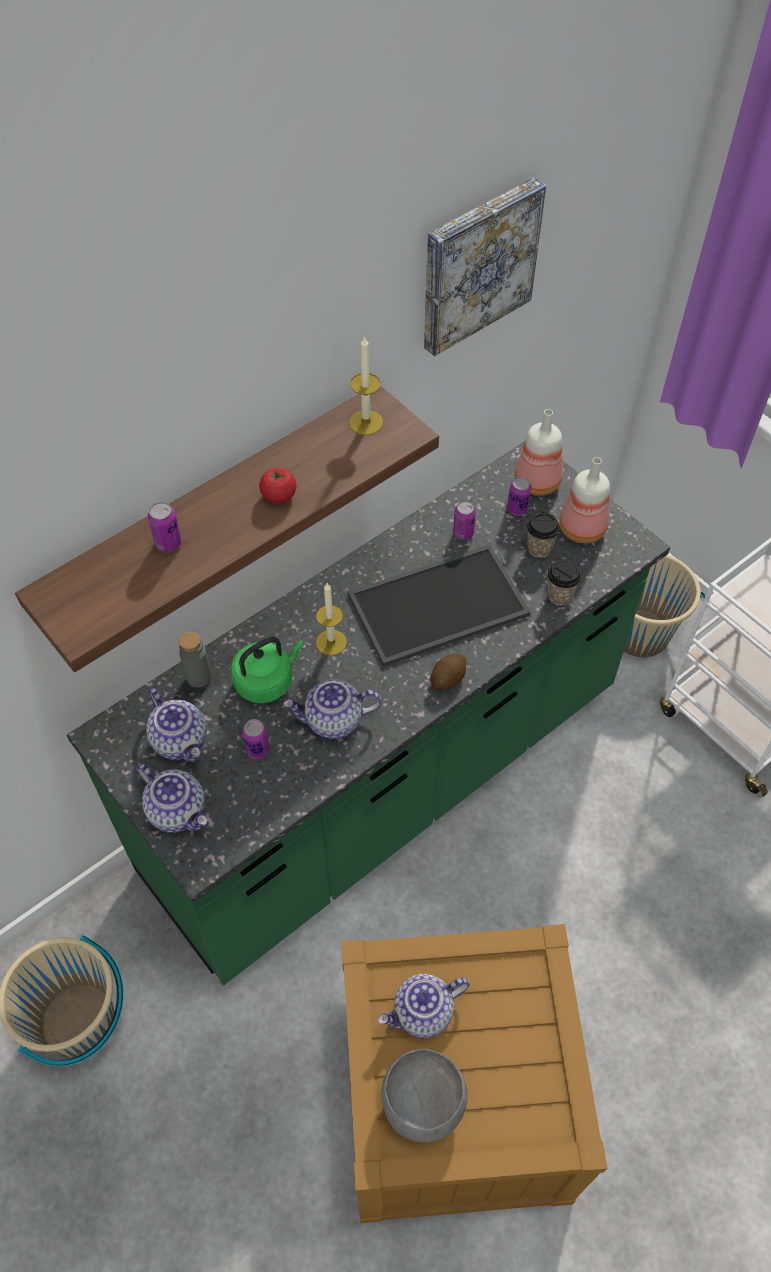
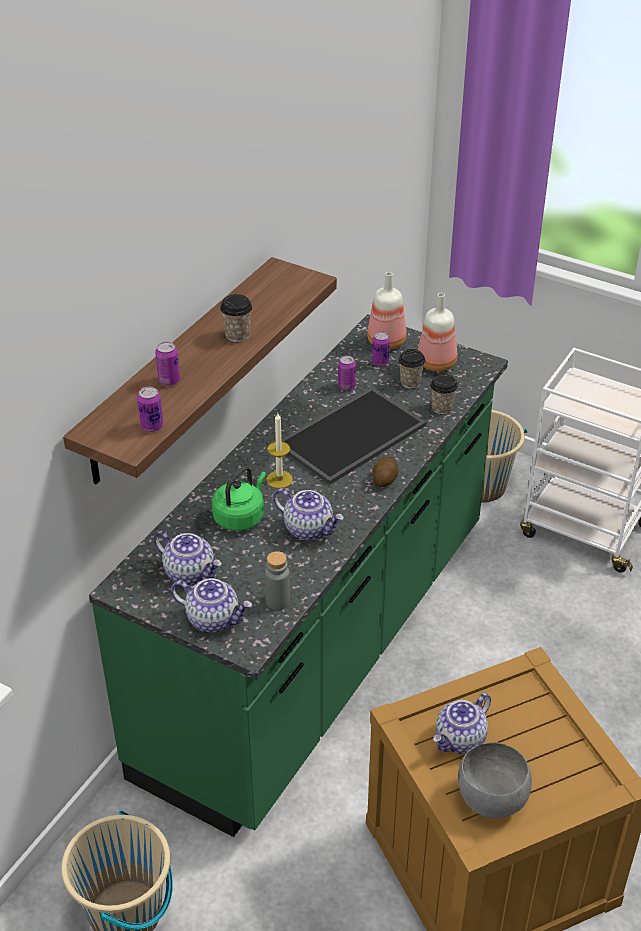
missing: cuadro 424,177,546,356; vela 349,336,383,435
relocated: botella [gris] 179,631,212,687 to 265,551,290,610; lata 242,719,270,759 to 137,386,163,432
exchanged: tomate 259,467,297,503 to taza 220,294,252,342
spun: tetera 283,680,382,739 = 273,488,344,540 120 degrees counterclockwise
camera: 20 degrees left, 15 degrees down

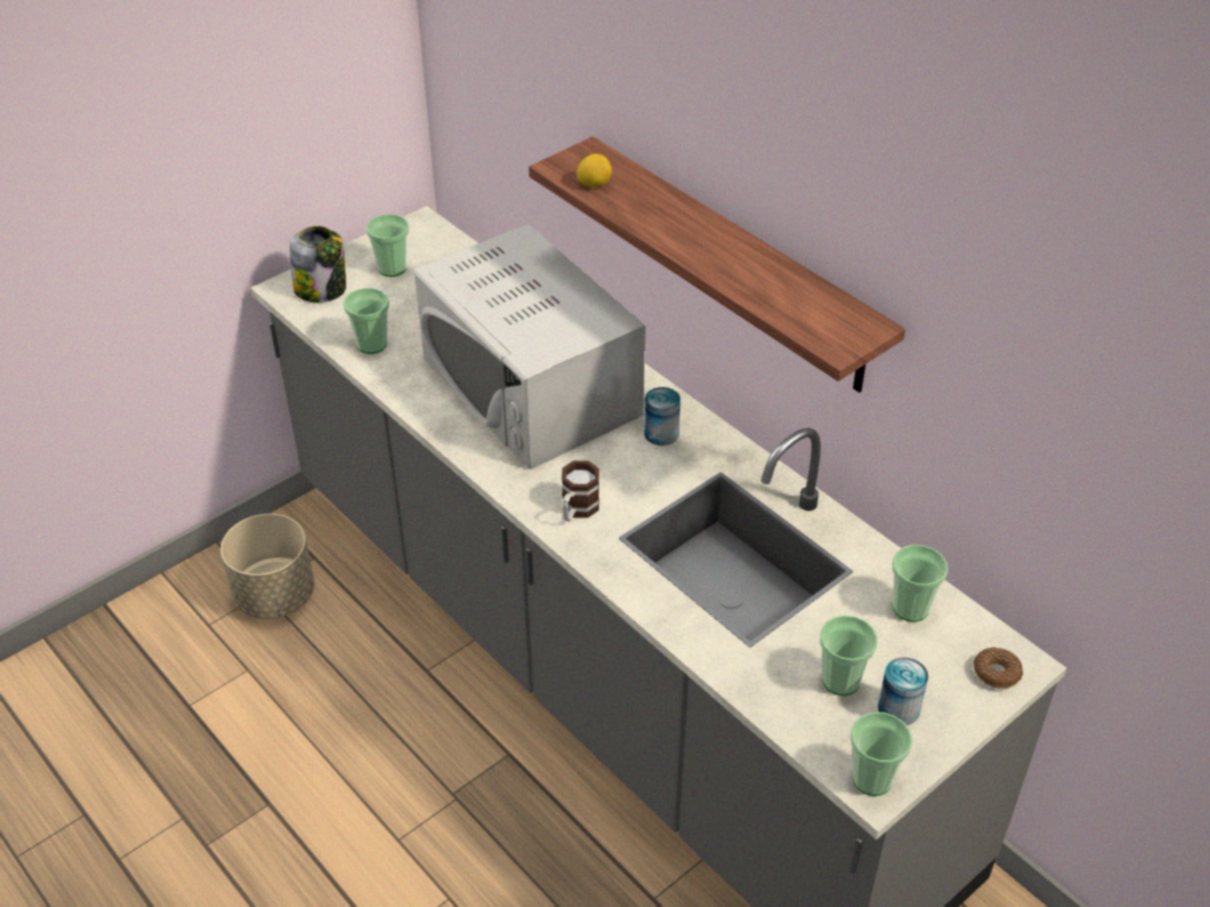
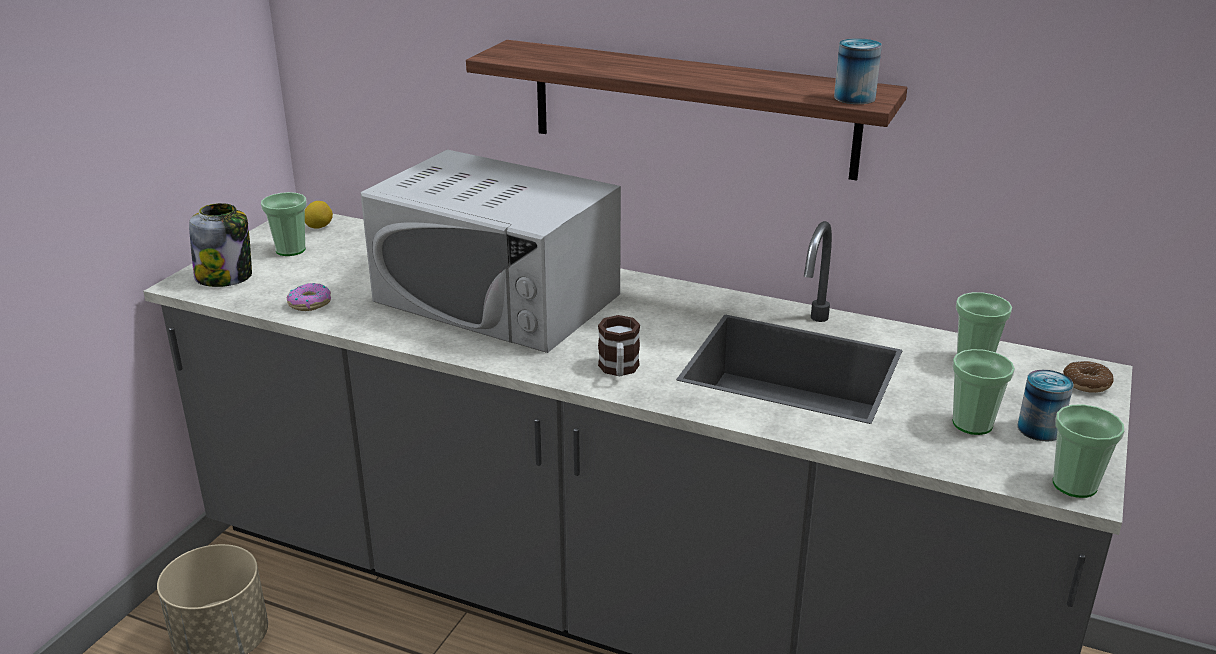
relocated: limón 577,154,612,187 to 305,201,333,229; lata 644,387,681,446 to 834,38,882,104
exchanged: taza 343,288,389,354 to rosquilla 287,283,331,311
camera: 25 degrees left, 15 degrees down

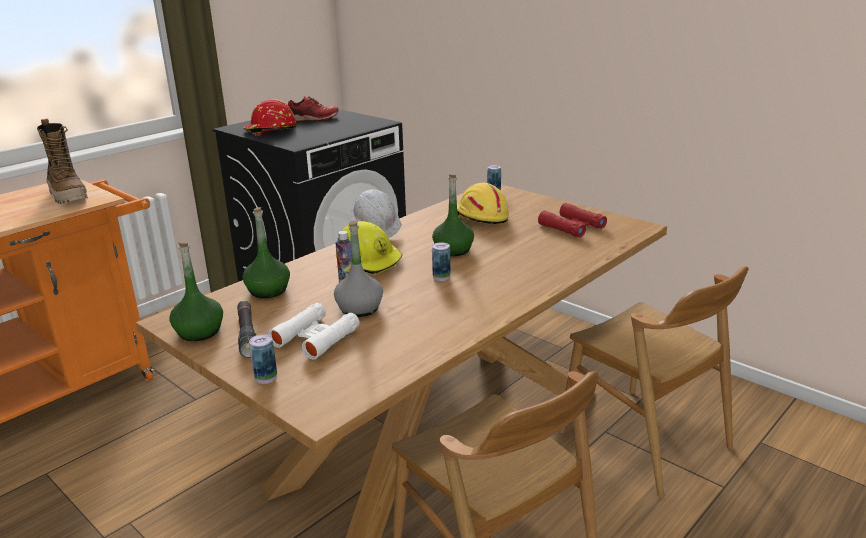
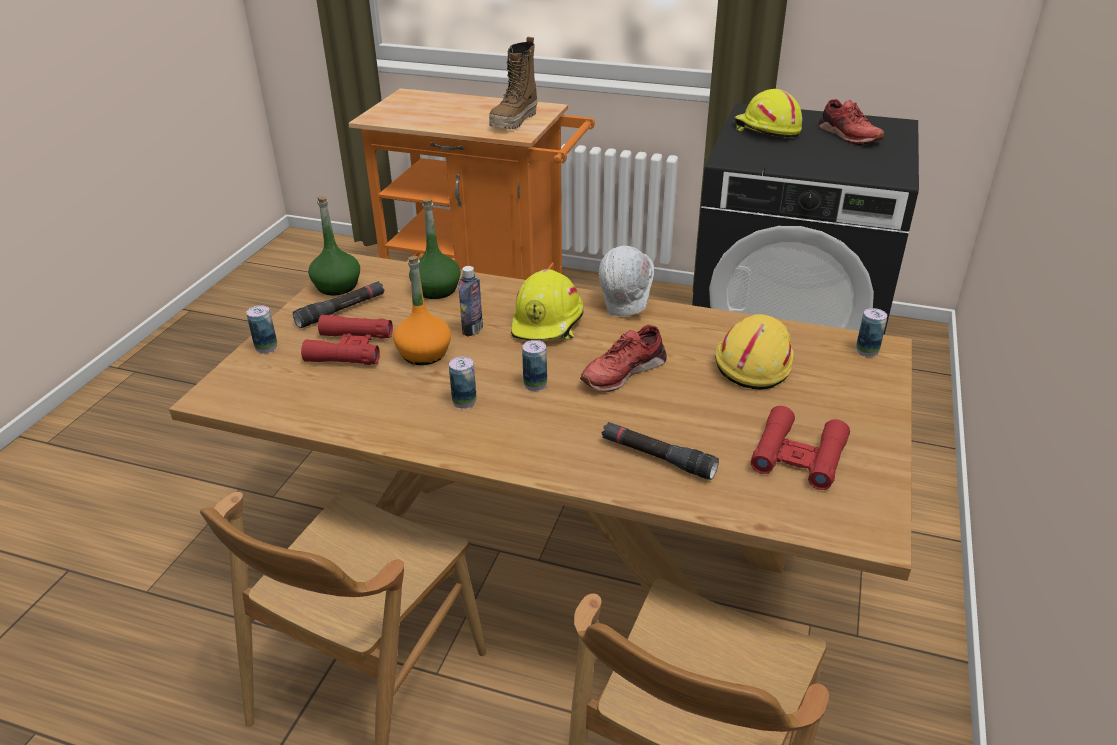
appeared: lata 449,357,477,409; linterna [negro] 602,422,719,480
exchanged: botella [verde] 432,174,474,256 to zapato [rojo] 580,325,667,392
colour: casco [rojo] 244,99,296,136 to casco [amarillo] 734,89,802,138; botella [gris] 334,221,383,317 to botella [naranja] 393,256,451,365; prismáticos [blanco] 268,303,360,359 to prismáticos [rojo] 301,315,393,365
camera: 65 degrees right, 10 degrees up

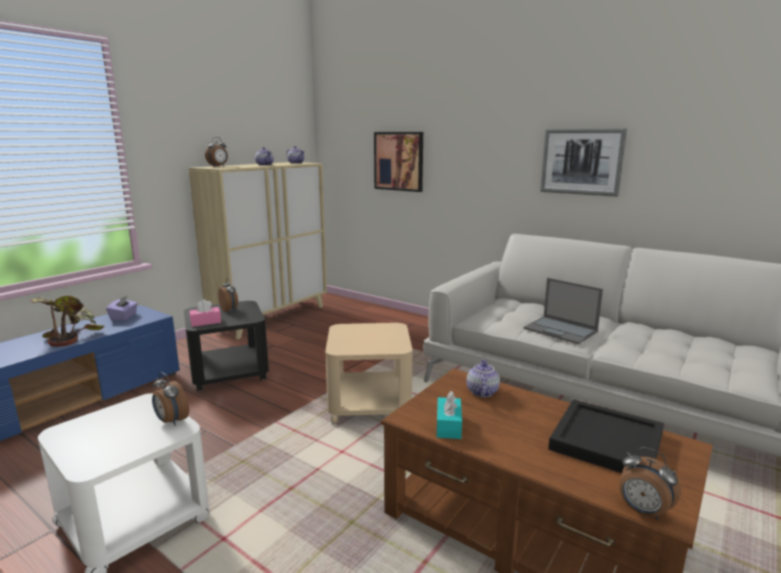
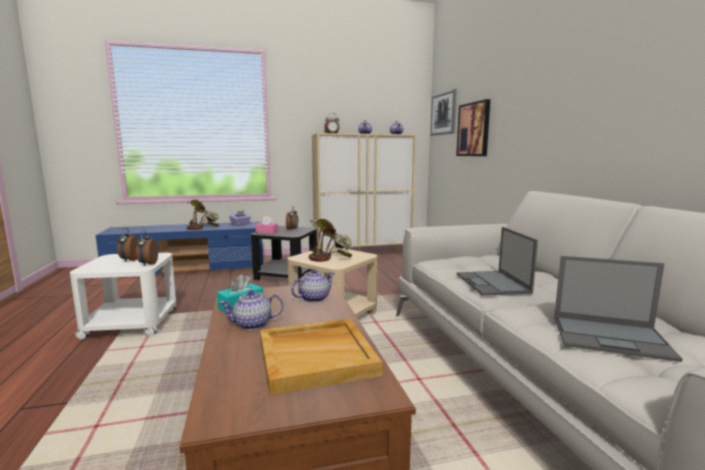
appeared: planta en maceta 308,219,352,262; portátil 554,256,682,362; tetera 219,290,283,330
relocated: cuadro 540,128,627,197 to 430,89,457,136; despertador 619,447,681,520 to 117,228,139,262
colour: bandeja [negro] 548,399,664,473 to bandeja [beis] 260,319,382,395
camera: 40 degrees right, 5 degrees down

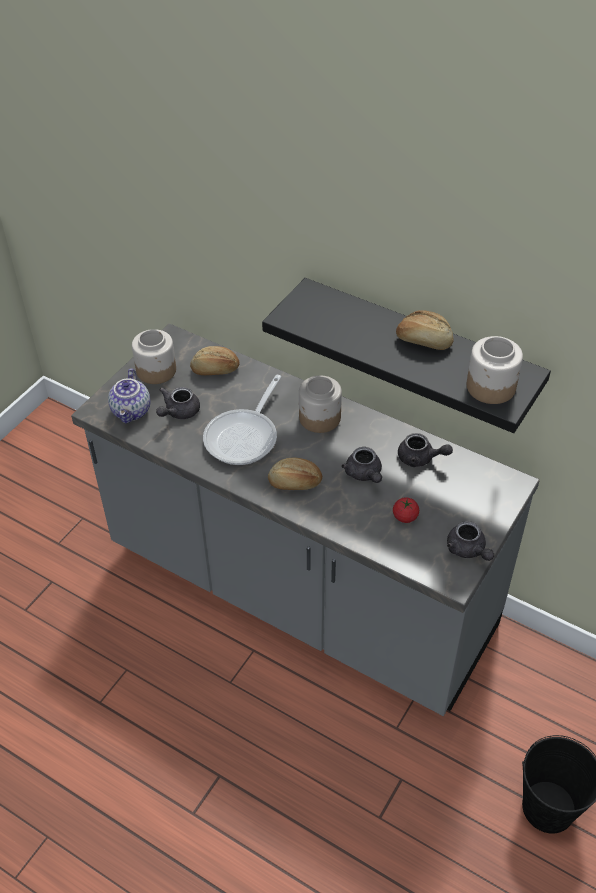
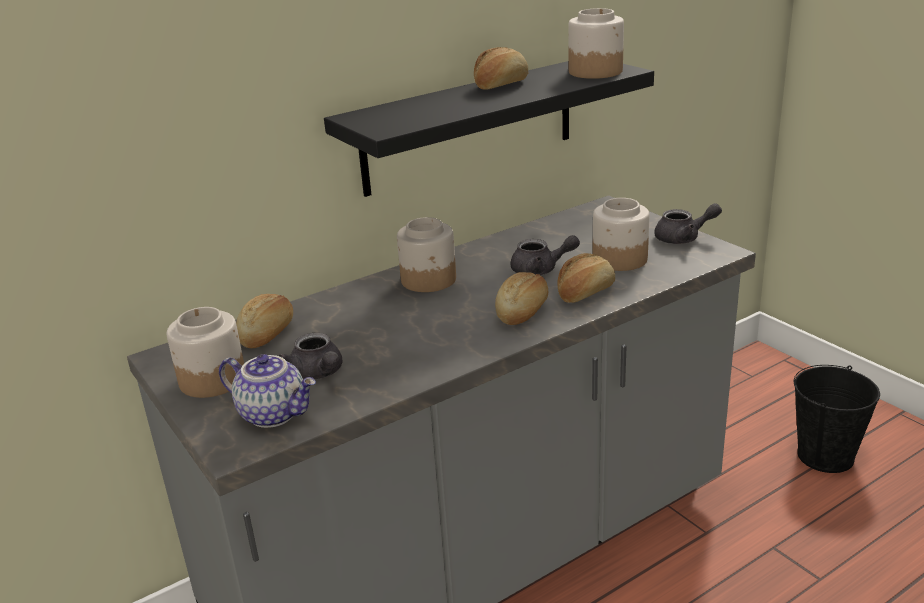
missing: sartén 203,375,281,465; tetera [gris] 398,433,453,467
appeared: pan 557,253,615,303
exchanged: tomate 393,497,419,523 to tarro 592,198,650,271
camera: 65 degrees left, 20 degrees down

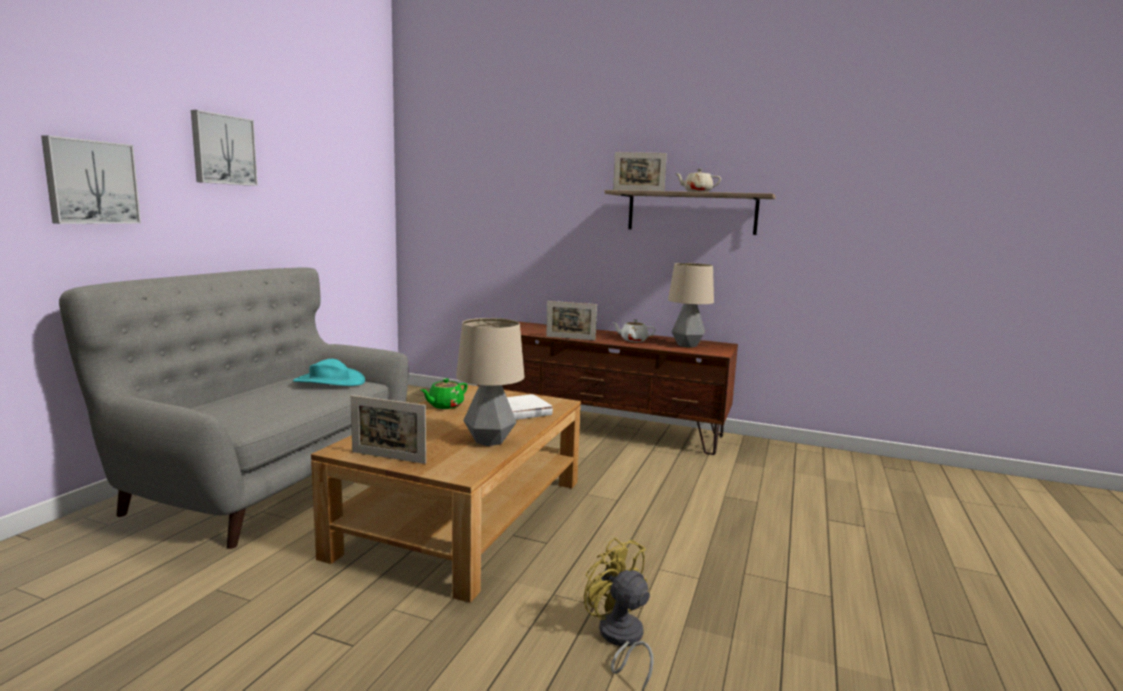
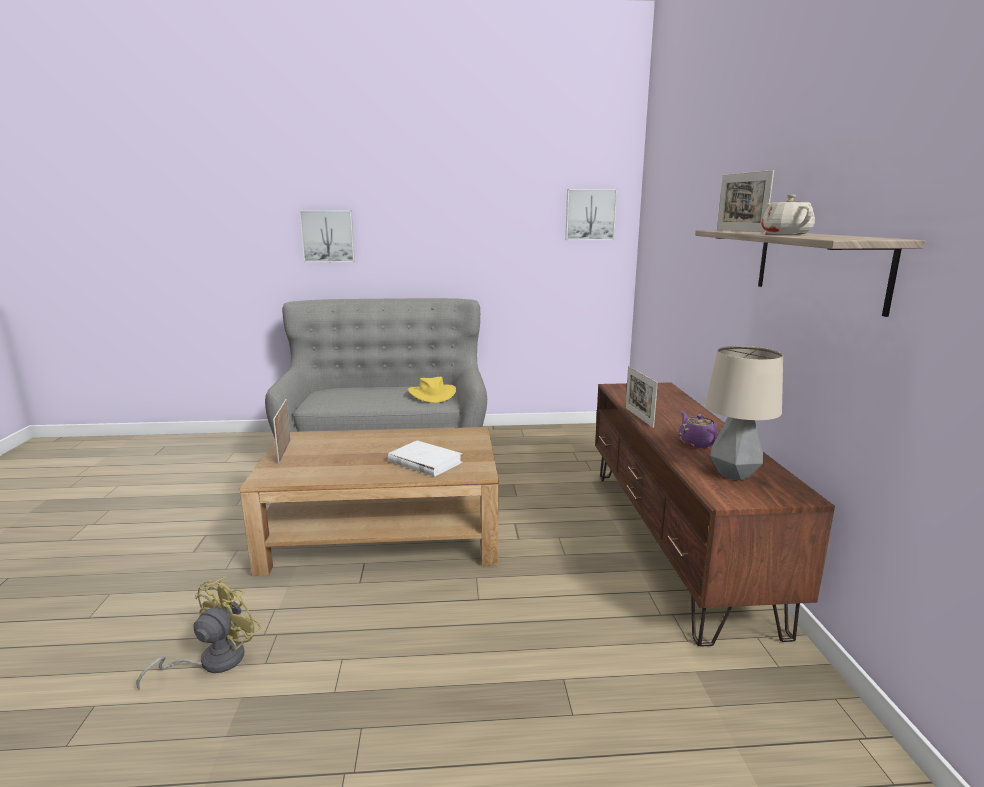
missing: lámpara de mesa 456,318,525,446; tetera [verde] 421,378,468,409
relocated: cuadro 191,110,258,186 to 565,189,617,240
colour: tetera [blanco] 612,319,656,342 to tetera [morado] 678,411,718,448; sombrero [turquesa] 293,359,365,386 to sombrero [amarillo] 408,377,456,403
camera: 65 degrees right, 5 degrees up

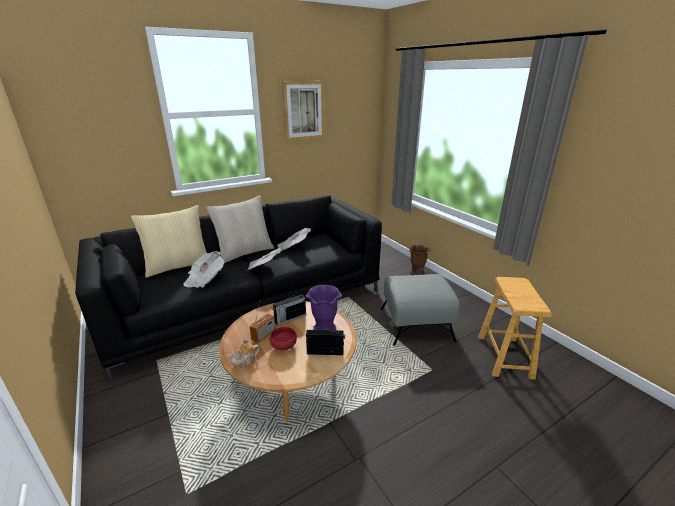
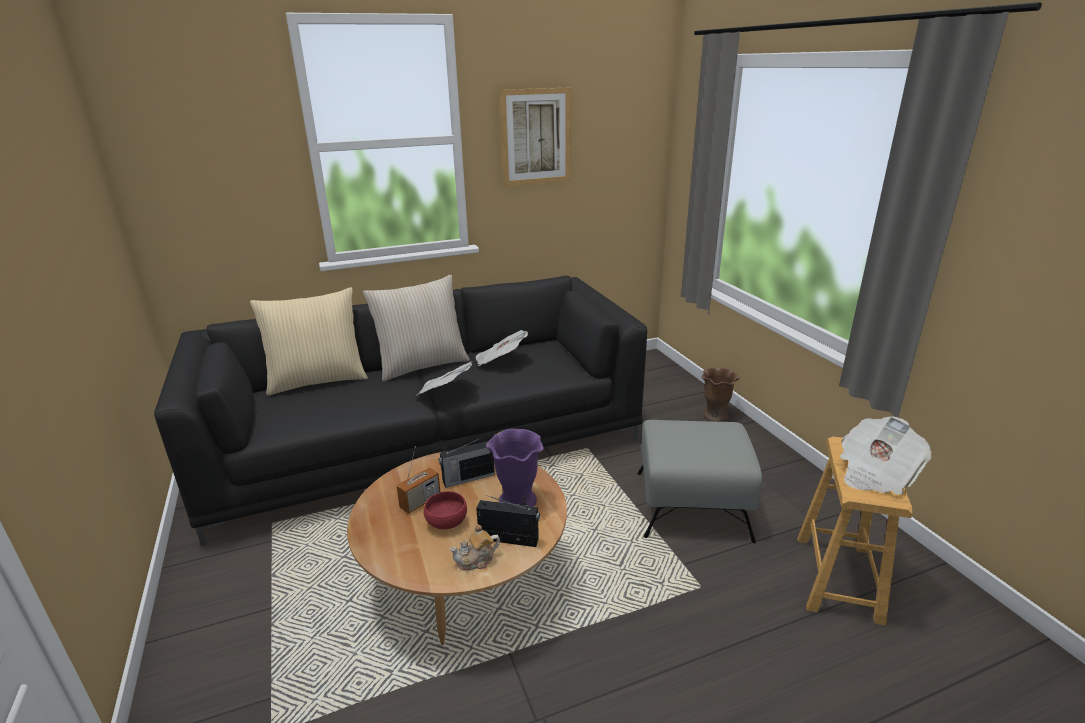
relocated: periódico 183,251,224,288 to 840,416,932,495; tetera 228,339,260,368 to 449,524,500,570
camera: 10 degrees right, 0 degrees up

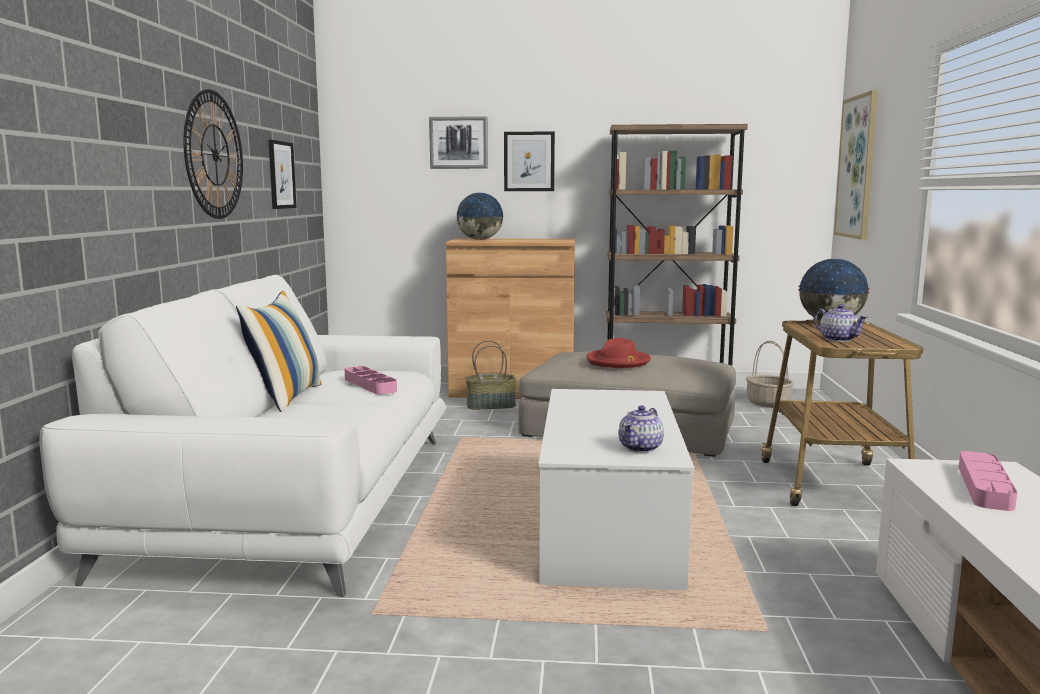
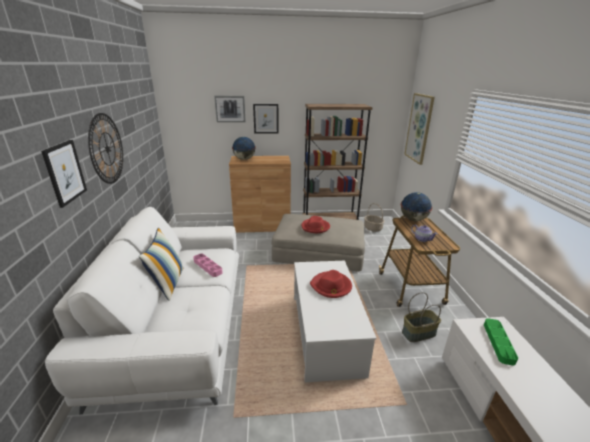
missing: tetera 619,406,664,453
appeared: sombrero [rojo] 310,270,352,298
relocated: cuadro 268,140,297,209 to 41,140,87,208; cesta 465,340,517,409 to 402,292,441,342
colour: bandeja [rosa] 959,451,1017,511 to bandeja [verde] 484,318,518,366
camera: 10 degrees left, 15 degrees up

